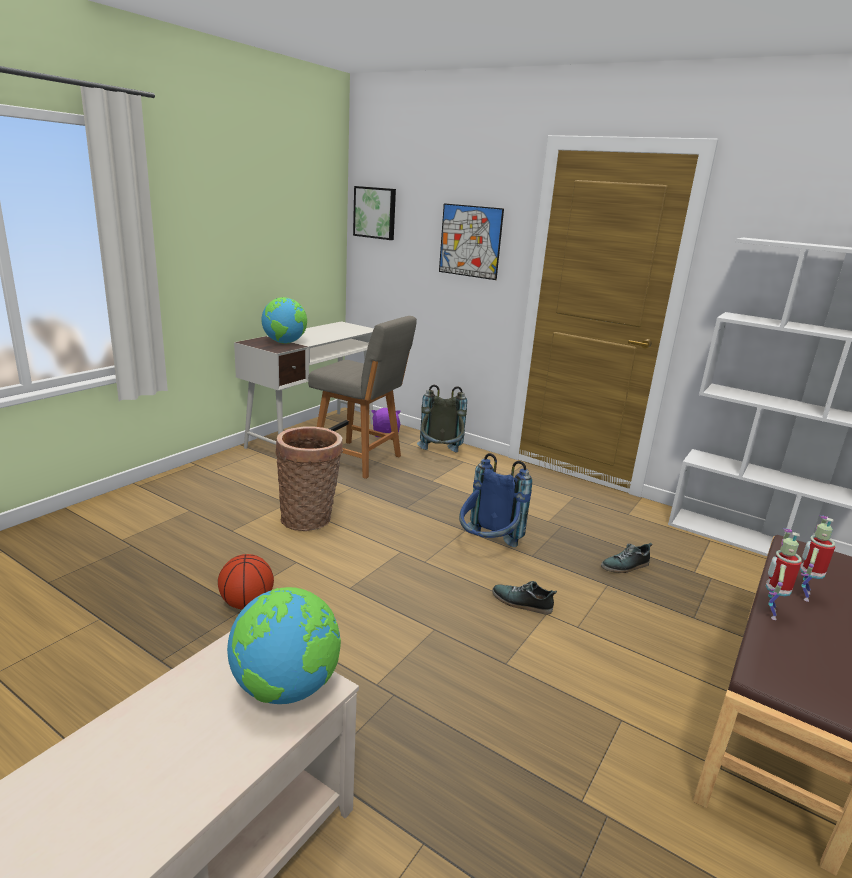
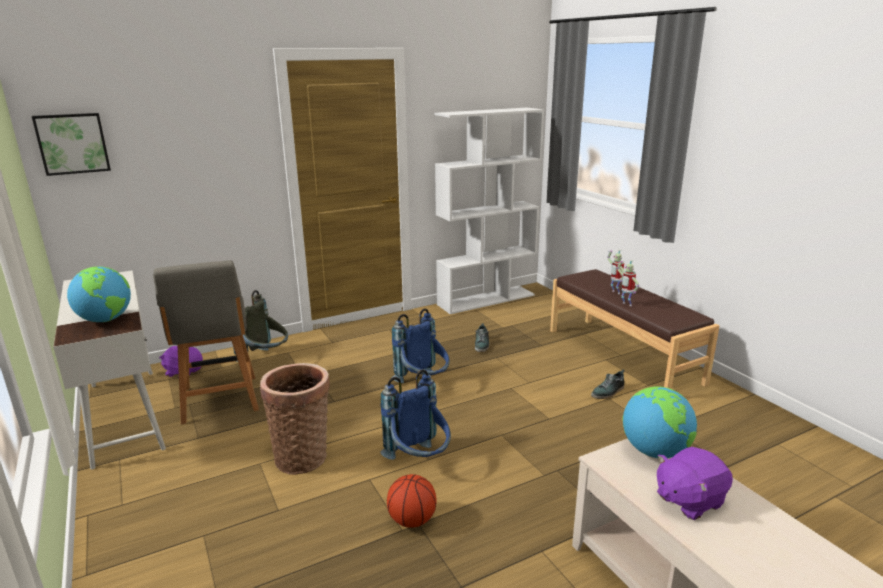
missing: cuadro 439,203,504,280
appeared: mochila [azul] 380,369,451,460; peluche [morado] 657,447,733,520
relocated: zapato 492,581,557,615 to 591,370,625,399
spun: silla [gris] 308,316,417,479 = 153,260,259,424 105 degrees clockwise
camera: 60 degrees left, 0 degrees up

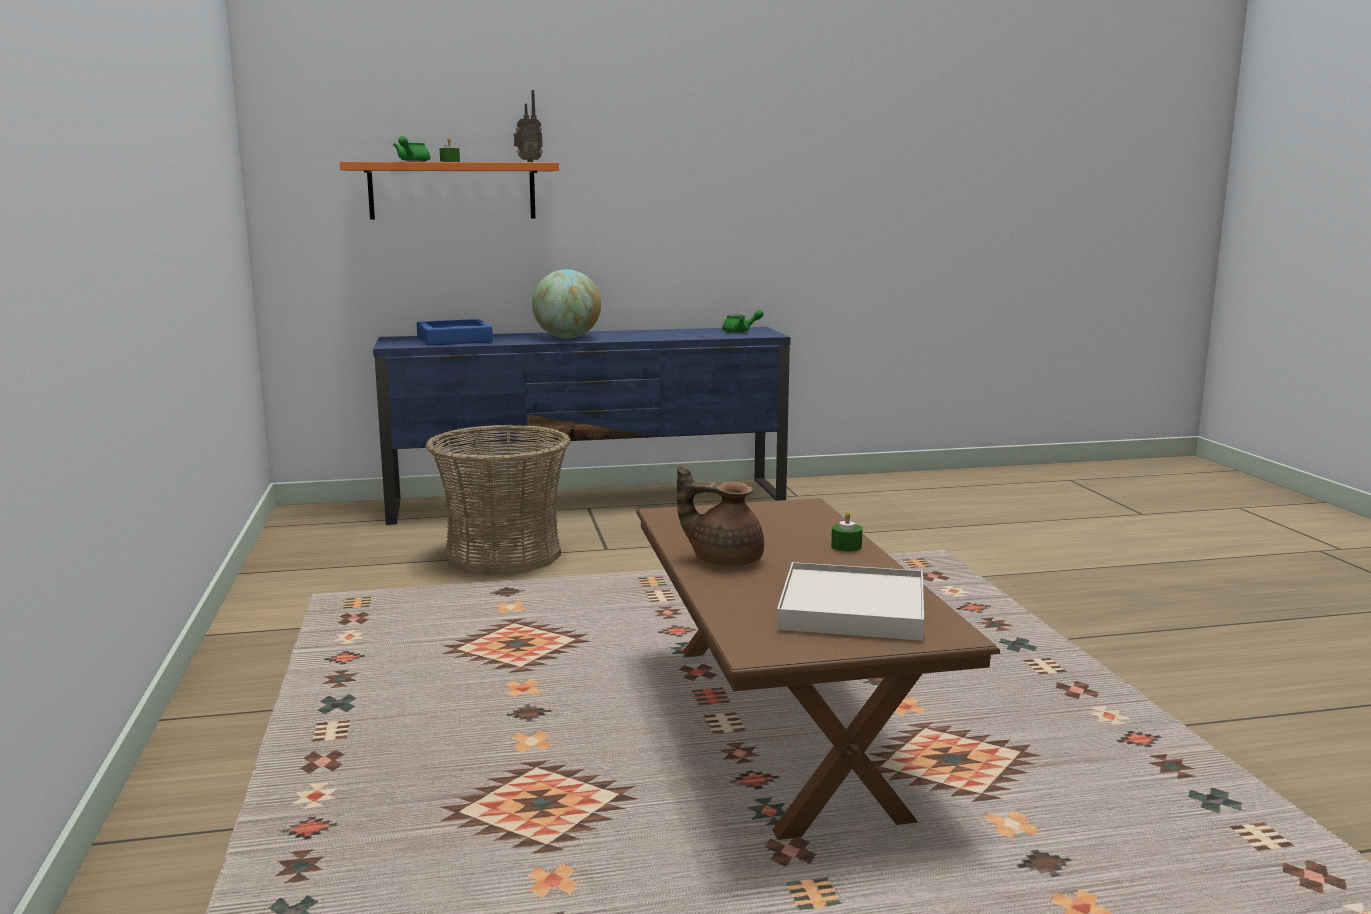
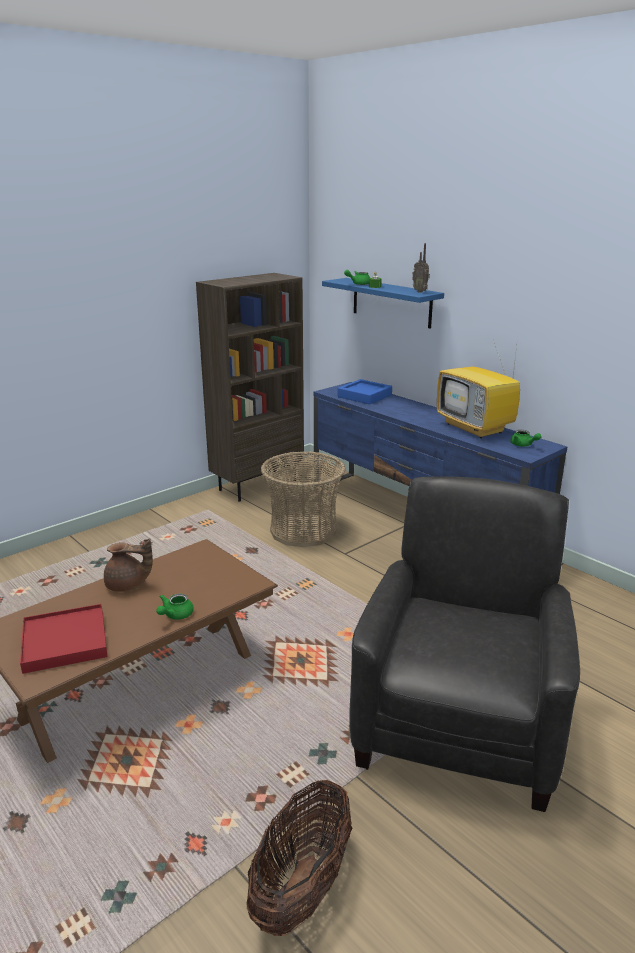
missing: globo terráqueo 532,269,601,339
appeared: estantería [marrón] 196,273,304,502; televisor 437,338,520,438; sillón [negro] 349,477,580,812; cesta 246,780,352,936
exchanged: vela [verde] 831,512,863,552 to tetera [verde] 156,594,194,620
colour: estante [naranja] 340,161,559,219 to estante [azul] 322,278,444,329; bandeja [blanco] 777,562,924,641 to bandeja [rojo] 20,604,107,674
spun: tetera [marrón] 677,466,764,567 = 104,538,153,592 105 degrees clockwise
camera: 60 degrees right, 10 degrees up

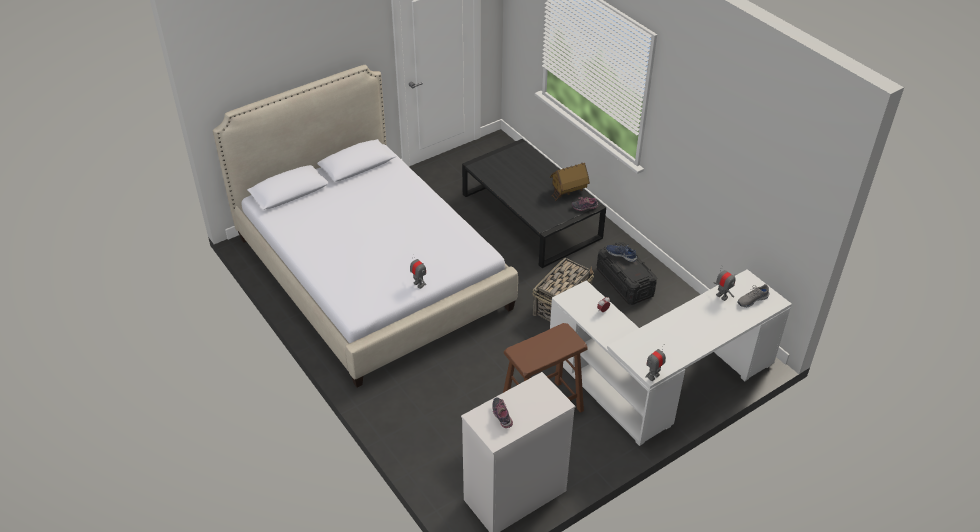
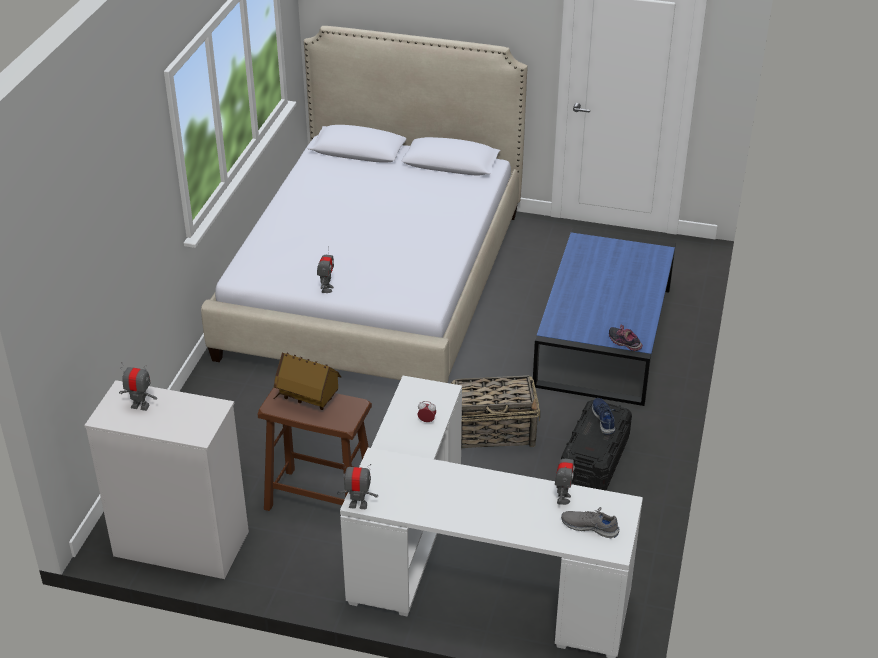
relocated: casita 550,163,590,201 to 274,353,341,410
exchanged: zapato 492,397,513,428 to robot de juguete 119,362,157,411
colour: mesa de centro [negro] 462,139,606,268 to mesa de centro [azul] 533,228,676,406
camera: 50 degrees right, 5 degrees down

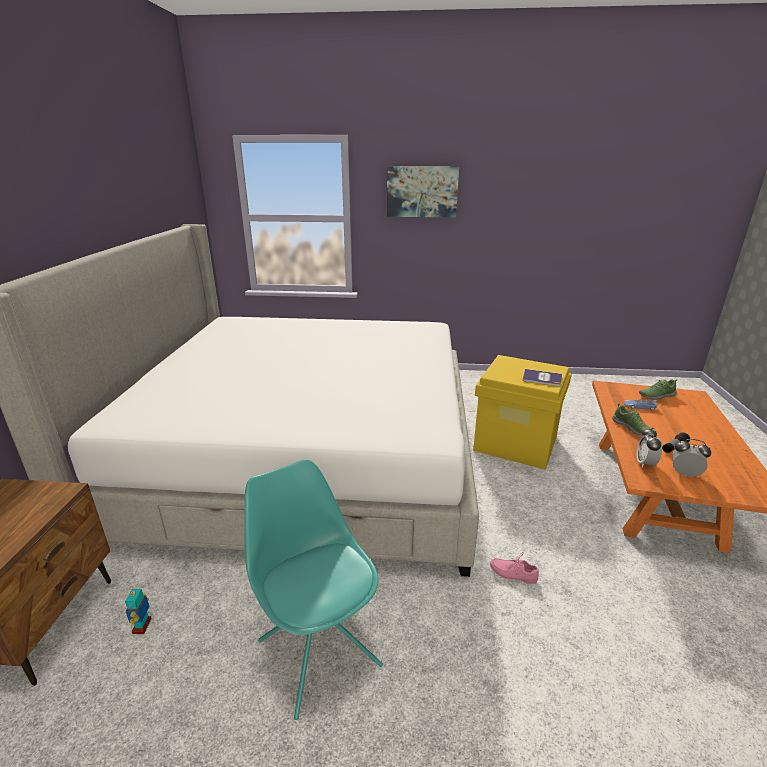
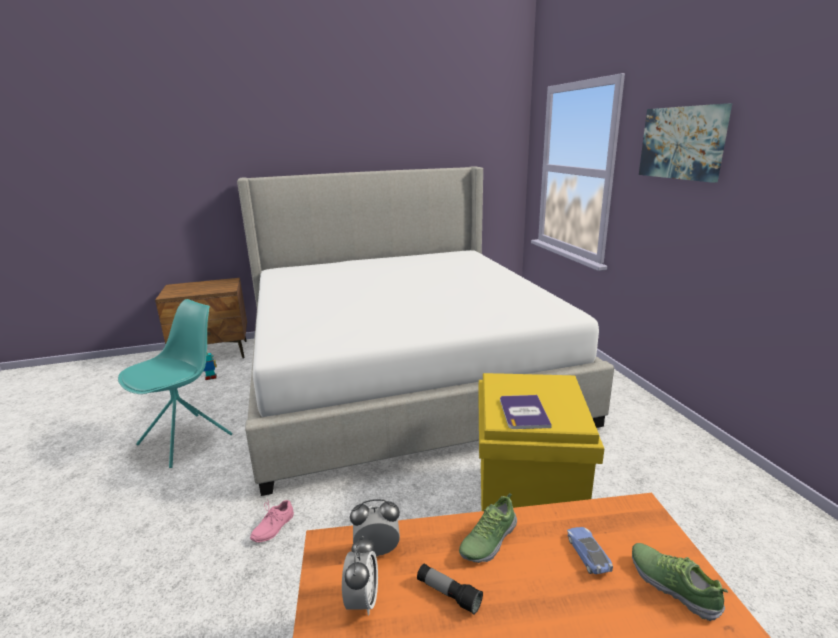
spun: zapato [rosa] 490,551,539,584 = 250,499,294,543 150 degrees counterclockwise
camera: 70 degrees right, 5 degrees down

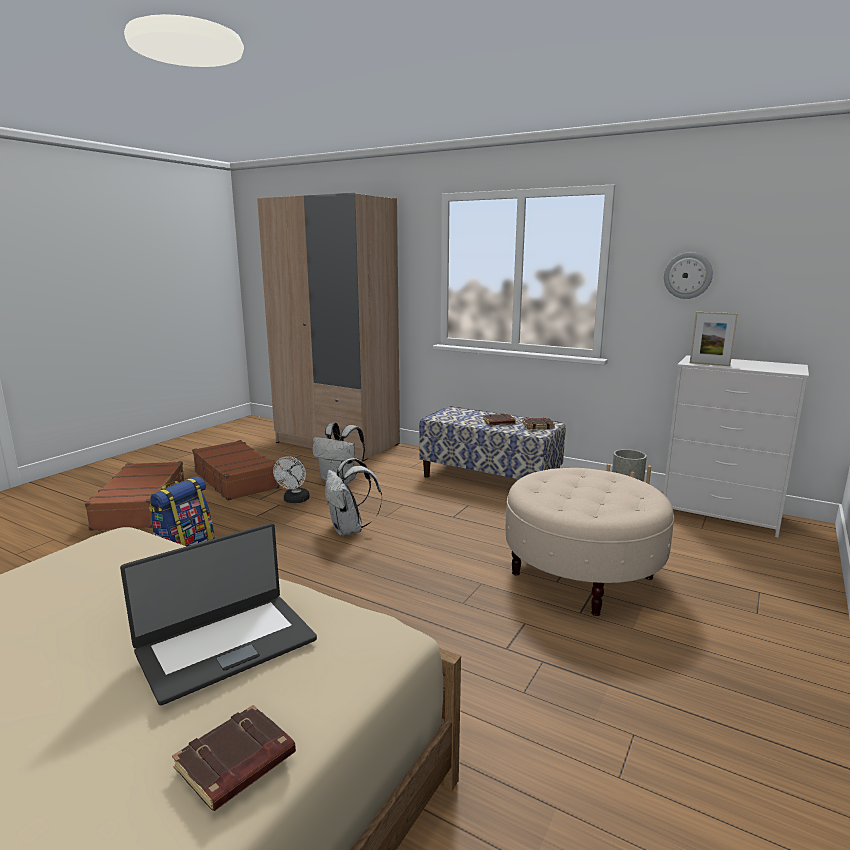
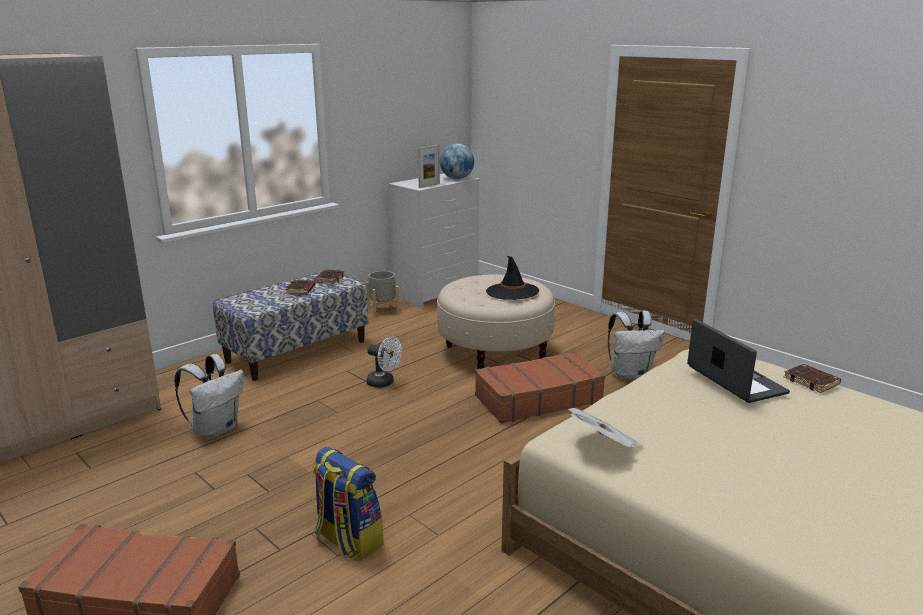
missing: reloj de pared 664,252,713,299
appeared: globo terráqueo 440,144,474,179; sombrero [negro] 486,256,539,300; periódico 568,408,644,448
relocated: maleta [marrón] 192,440,280,501 to 475,351,606,423; ventilador [blanco] 273,456,310,503 to 366,336,402,388; mochila [blanco] 325,458,382,536 to 608,310,665,380
camera: 75 degrees left, 5 degrees up

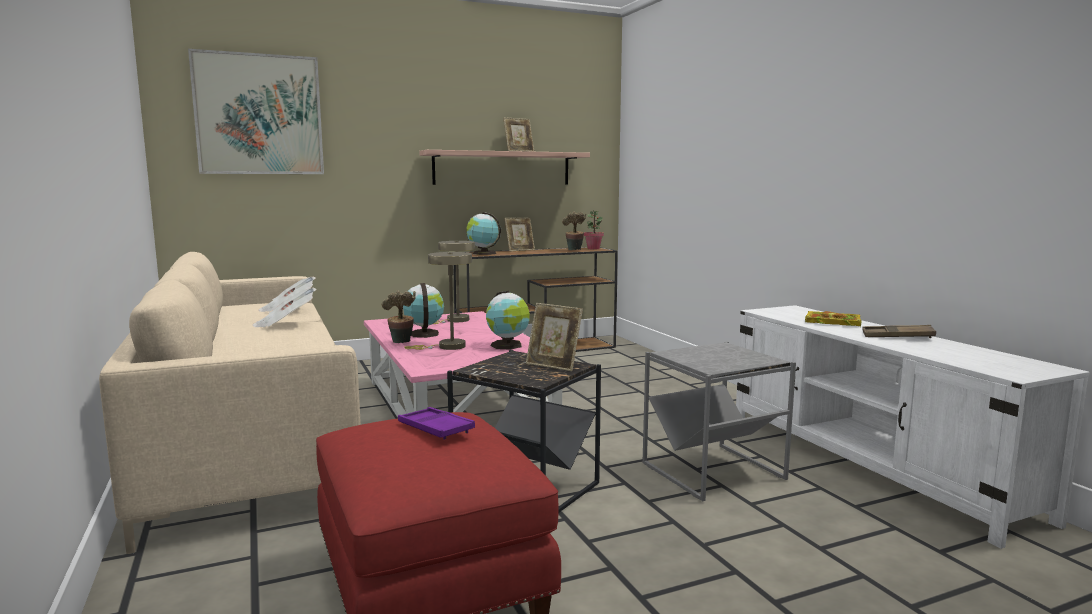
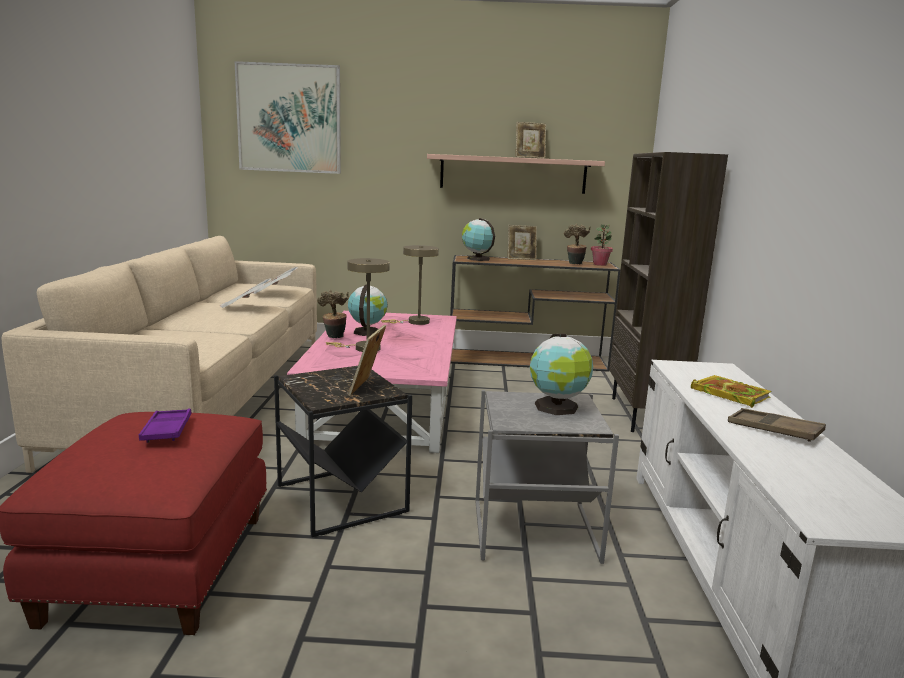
appeared: estantería [marrón] 609,152,728,432
relocated: globo terráqueo 486,291,530,350 to 530,333,593,415
spun: portarretratos 526,303,583,371 = 348,325,386,396 45 degrees clockwise
camera: 25 degrees right, 5 degrees up

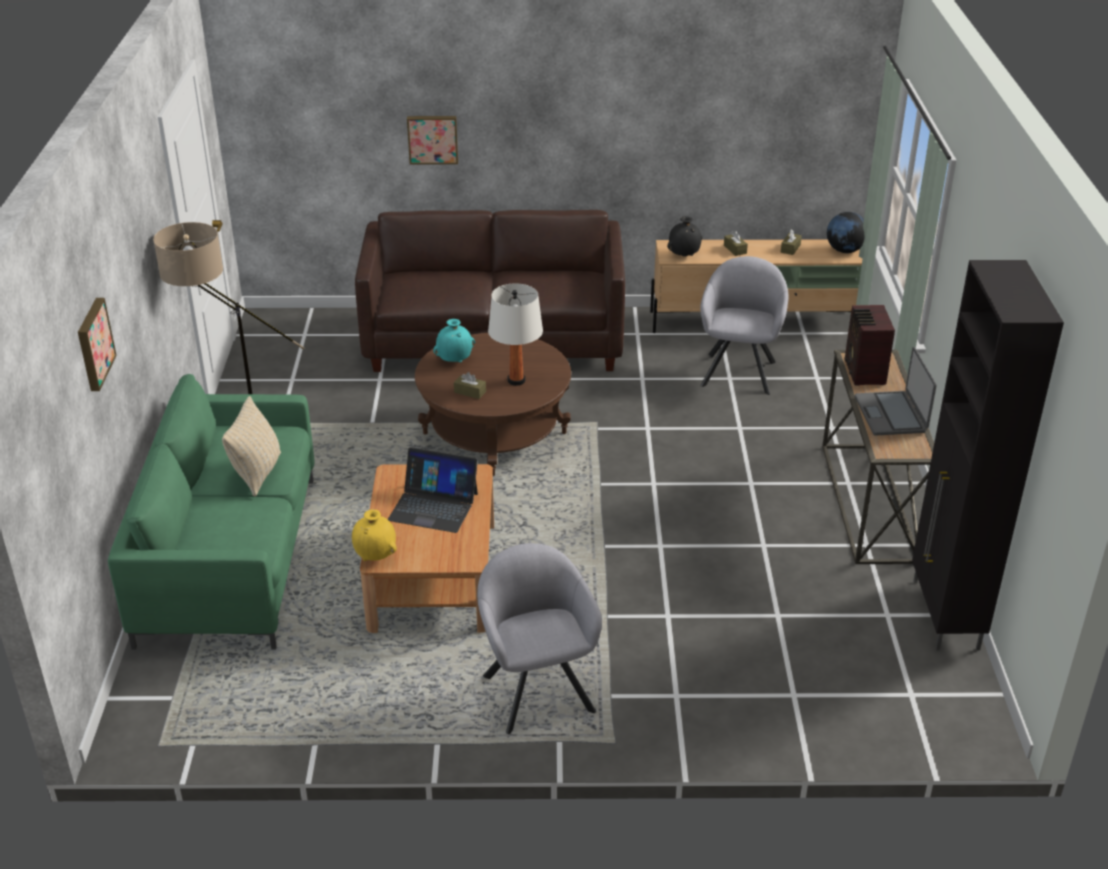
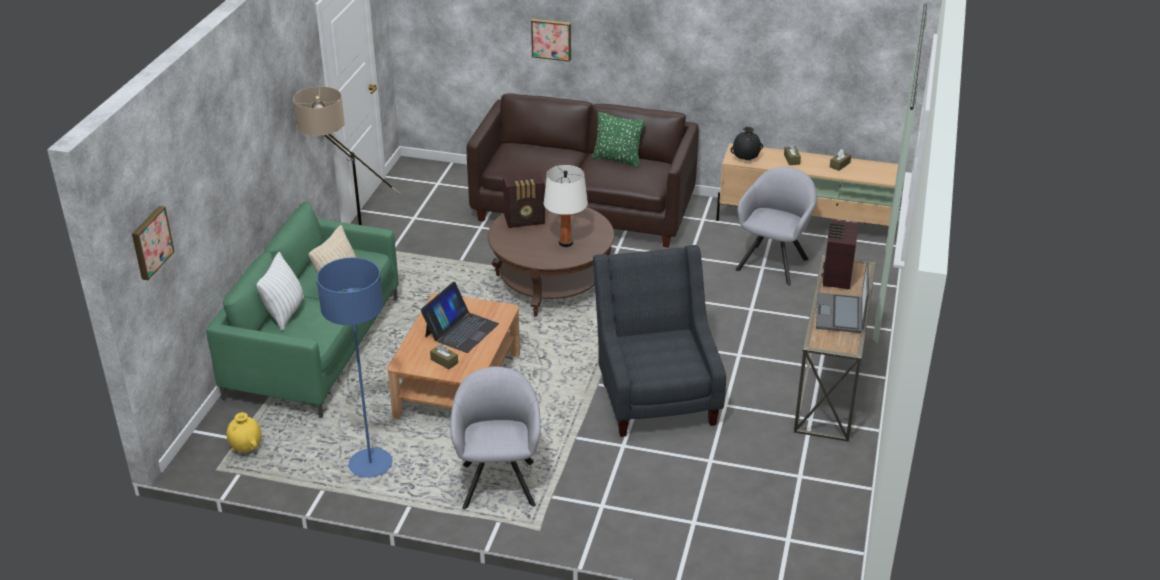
missing: globo terráqueo 827,212,864,253; armario [negro] 912,260,1064,650
appeared: cojín [verde] 592,112,645,167; sillón [gris] 593,245,726,437; cojín [blanco] 256,252,304,331; lámpara de pie [azul] 317,257,392,478
relocated: cuadro 78,298,117,391 to 132,206,175,280; caja de pañuelos [marrón] 454,372,486,399 to 430,344,458,369; florero [amarillo] 352,509,397,561 to 226,412,262,452
exchanged: florero [turquesa] 433,319,475,362 to radio 503,171,545,228
spun: portátil 388,447,478,533 = 421,282,499,353 90 degrees counterclockwise
camera: 15 degrees right, 0 degrees up

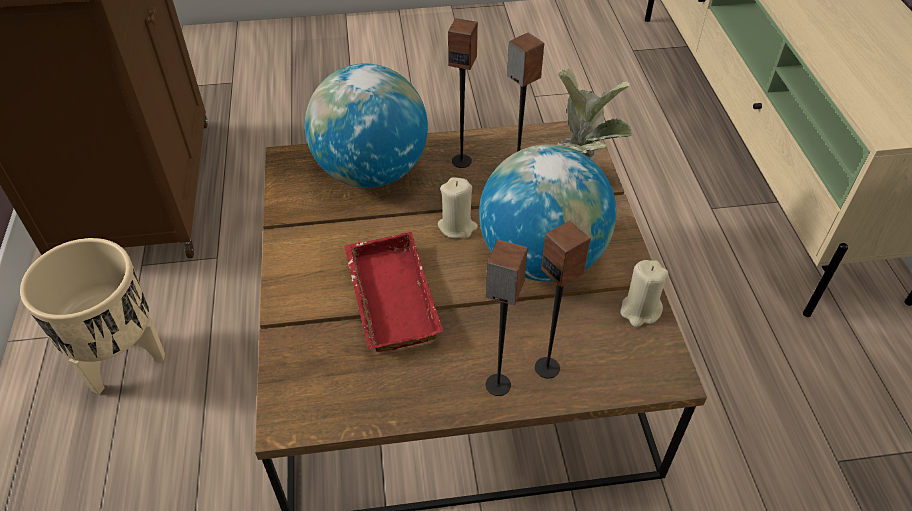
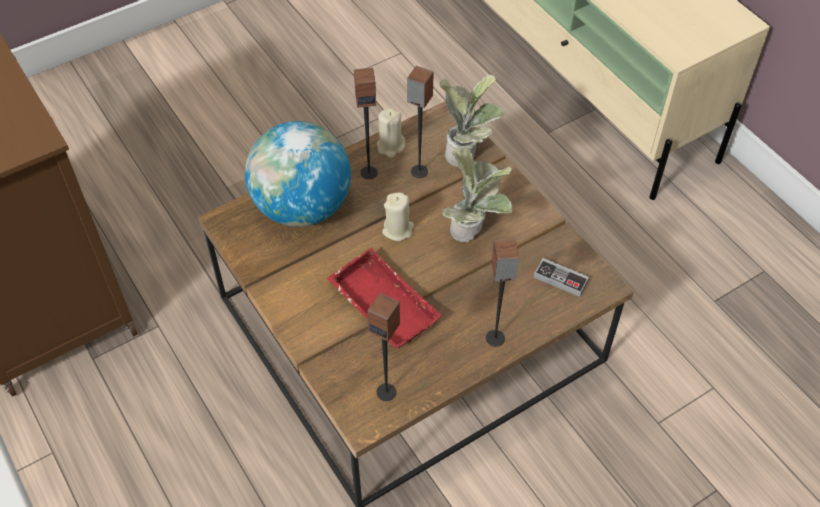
missing: maceta [beis] 20,238,165,394
appeared: mando de consola 534,258,589,297
relocated: altavoz 535,220,591,379 to 367,293,400,401; vela [beis] 621,260,668,327 to 377,108,406,158
exchanged: globo terráqueo 479,144,616,281 to planta en maceta 443,147,512,242
camera: 25 degrees left, 5 degrees up

